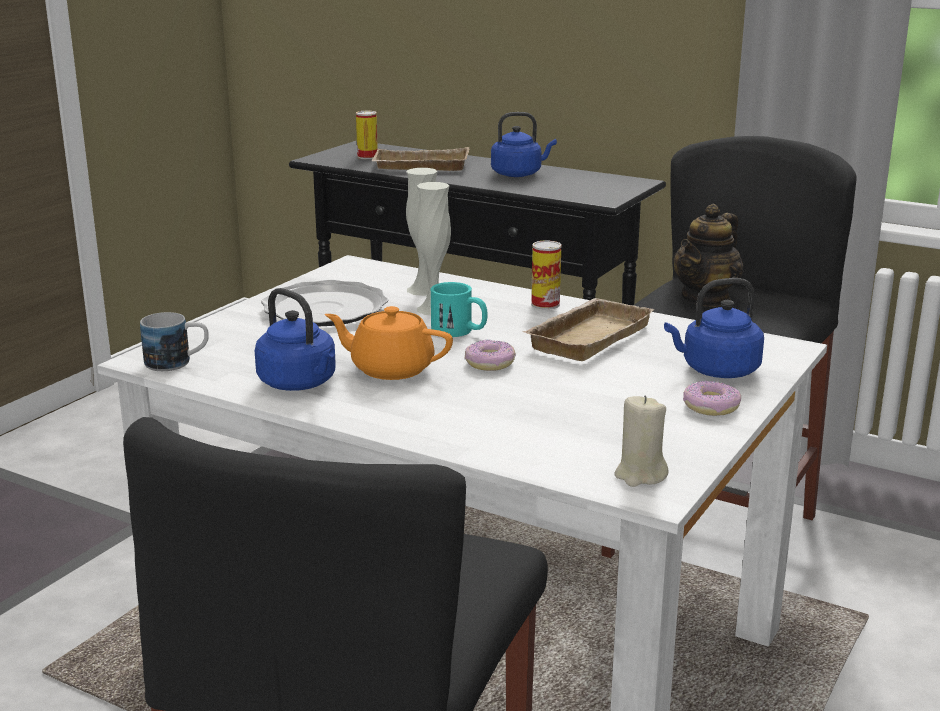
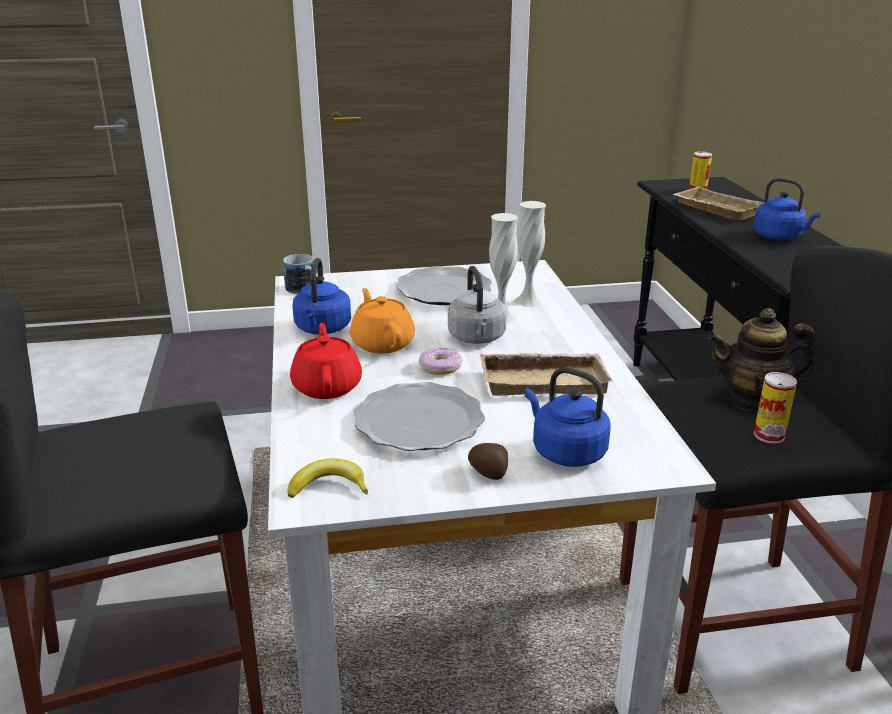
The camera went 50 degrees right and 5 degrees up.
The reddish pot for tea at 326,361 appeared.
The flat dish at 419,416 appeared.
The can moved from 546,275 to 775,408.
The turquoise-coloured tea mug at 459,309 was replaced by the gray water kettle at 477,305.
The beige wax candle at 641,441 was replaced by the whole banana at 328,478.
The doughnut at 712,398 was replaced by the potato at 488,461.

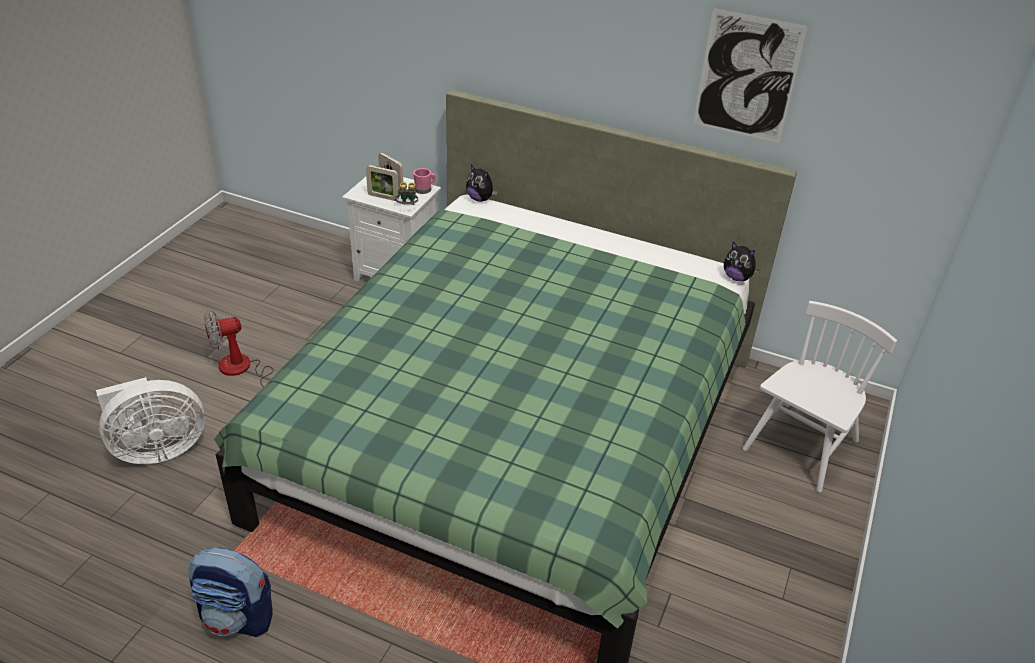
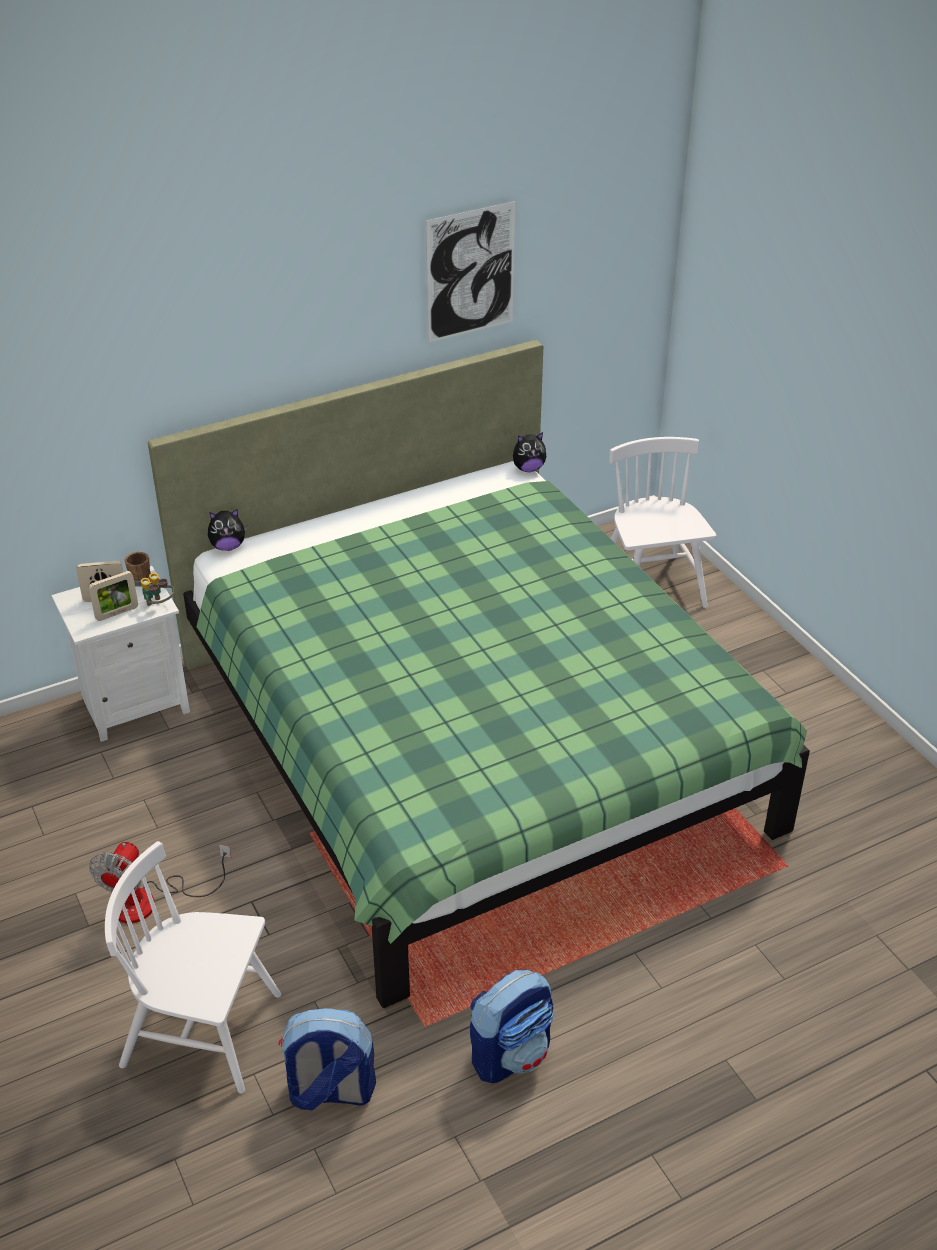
The camera went 50 degrees left and 0 degrees up.
The knapsack at 327,1059 appeared.
The white electric fan at 150,420 was replaced by the white plain chair at 193,967.
The pink-coloured tea mug at 424,181 became the brown tea mug at 137,569.

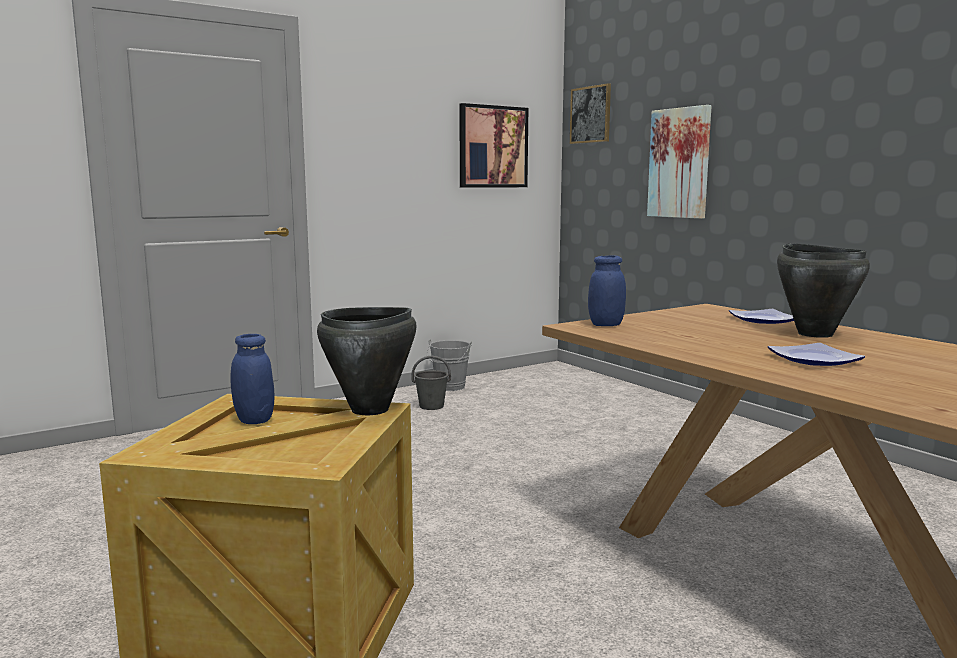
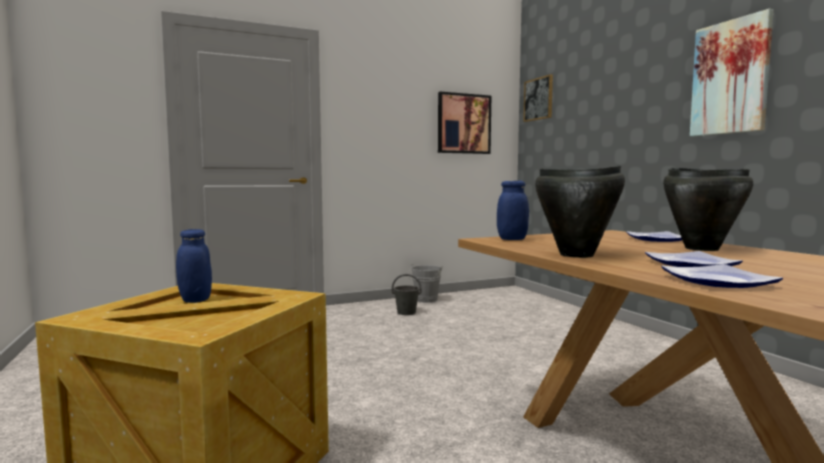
The camera went 10 degrees right and 5 degrees down.
The flat dish at 722,276 appeared.
The blackish stockpot moved from 367,361 to 580,211.
The wall art moved from 679,162 to 732,72.

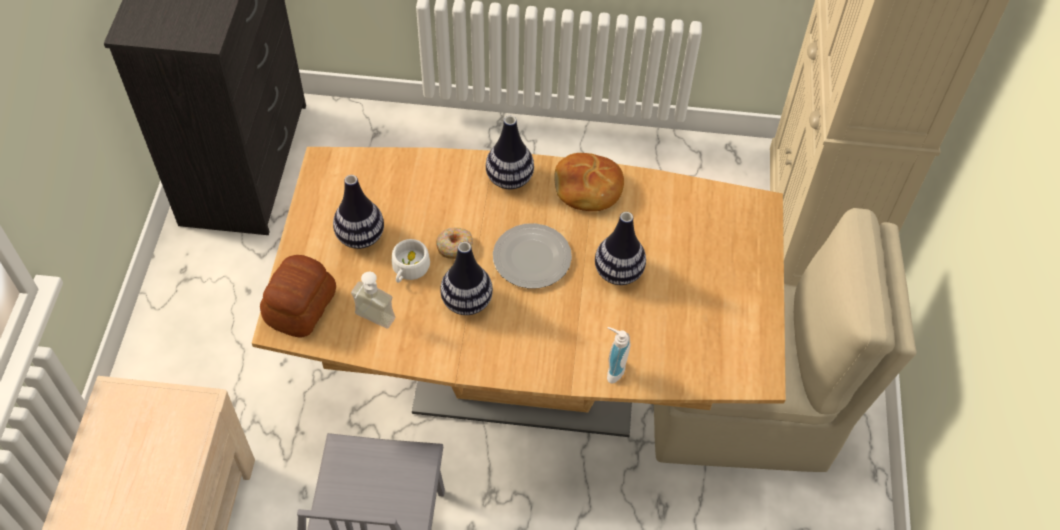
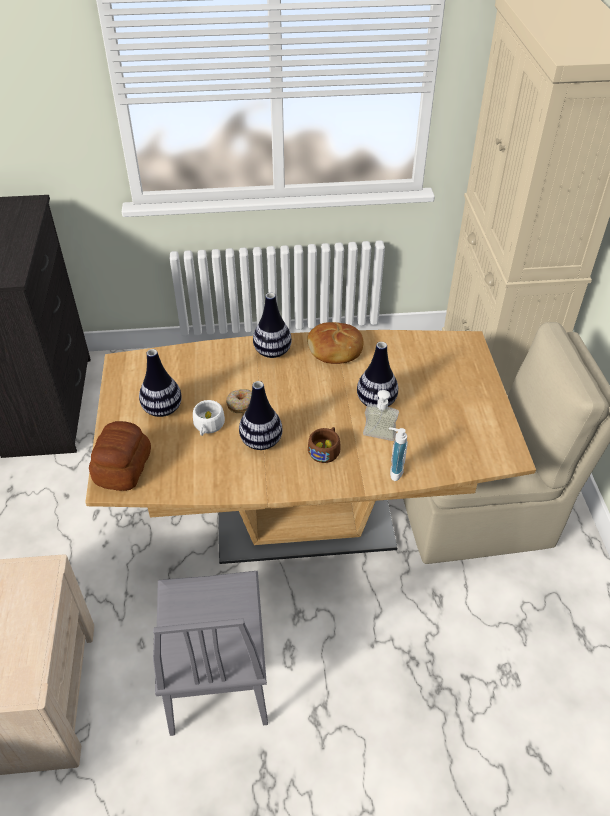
The camera went 10 degrees left and 10 degrees down.
The flat dish at 532,256 disappeared.
The brown cup at 324,445 appeared.
The soap bottle moved from 373,300 to 381,415.

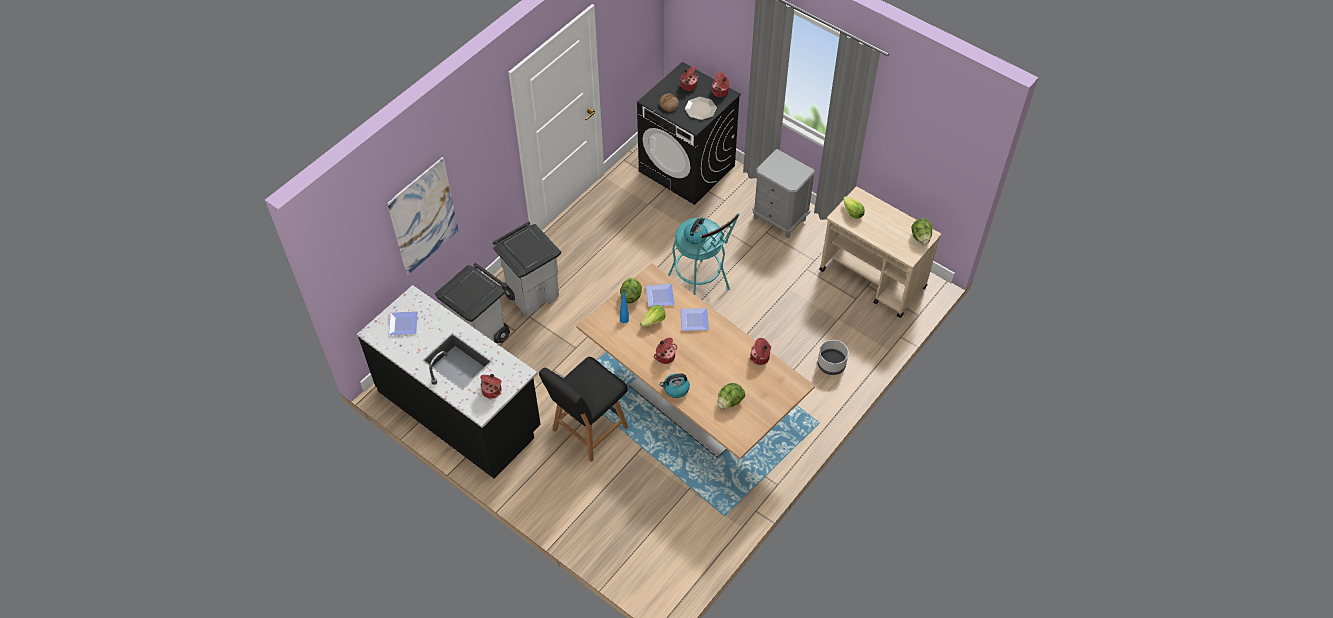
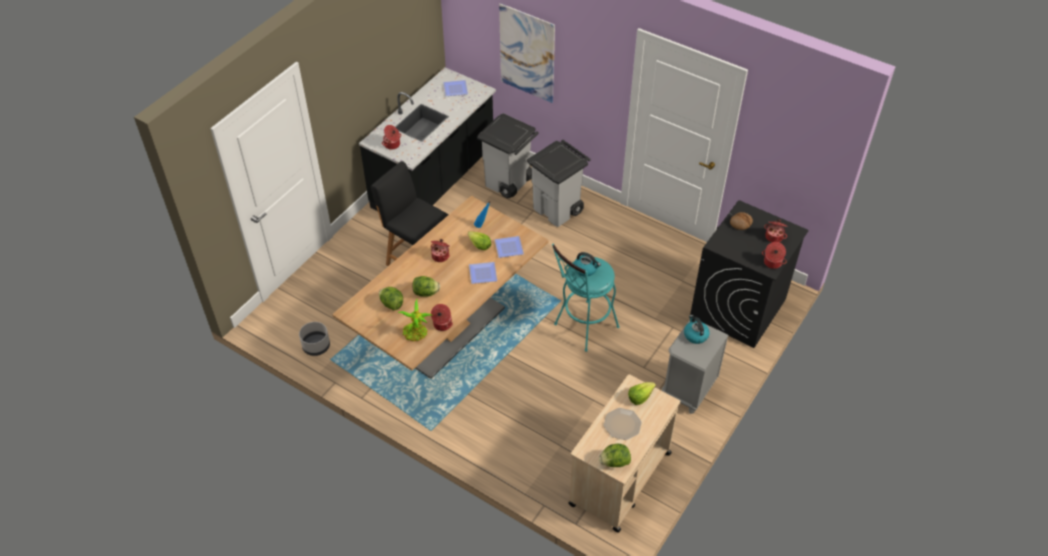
The camera went 85 degrees right and 5 degrees down.
The plant in a pot at 415,320 appeared.
The lettuce moved from 631,290 to 426,286.
The water kettle moved from 675,385 to 697,329.
The flat dish moved from 701,108 to 623,424.
The gray planter moved from 833,357 to 314,339.

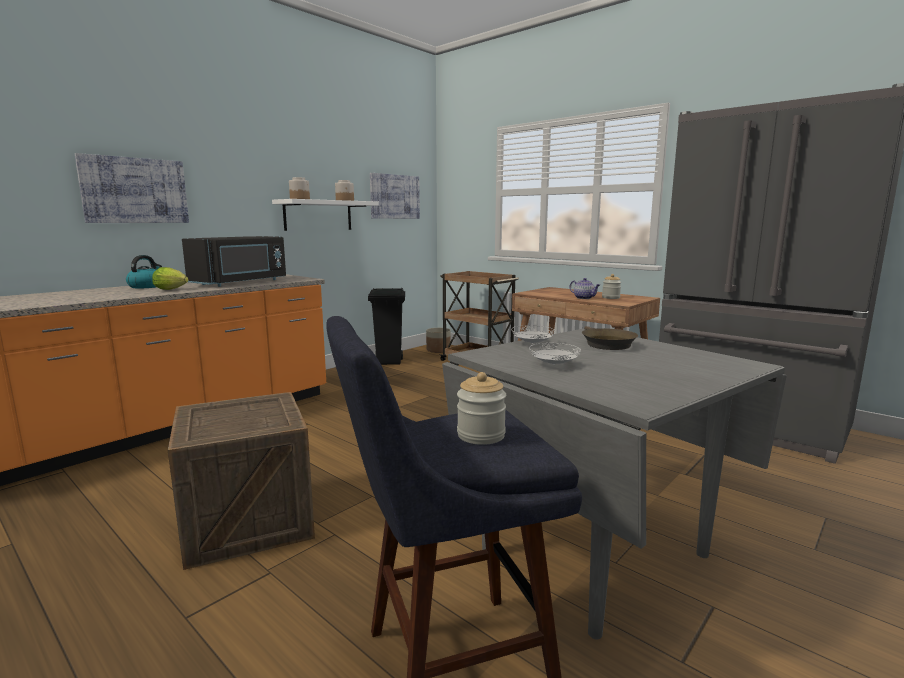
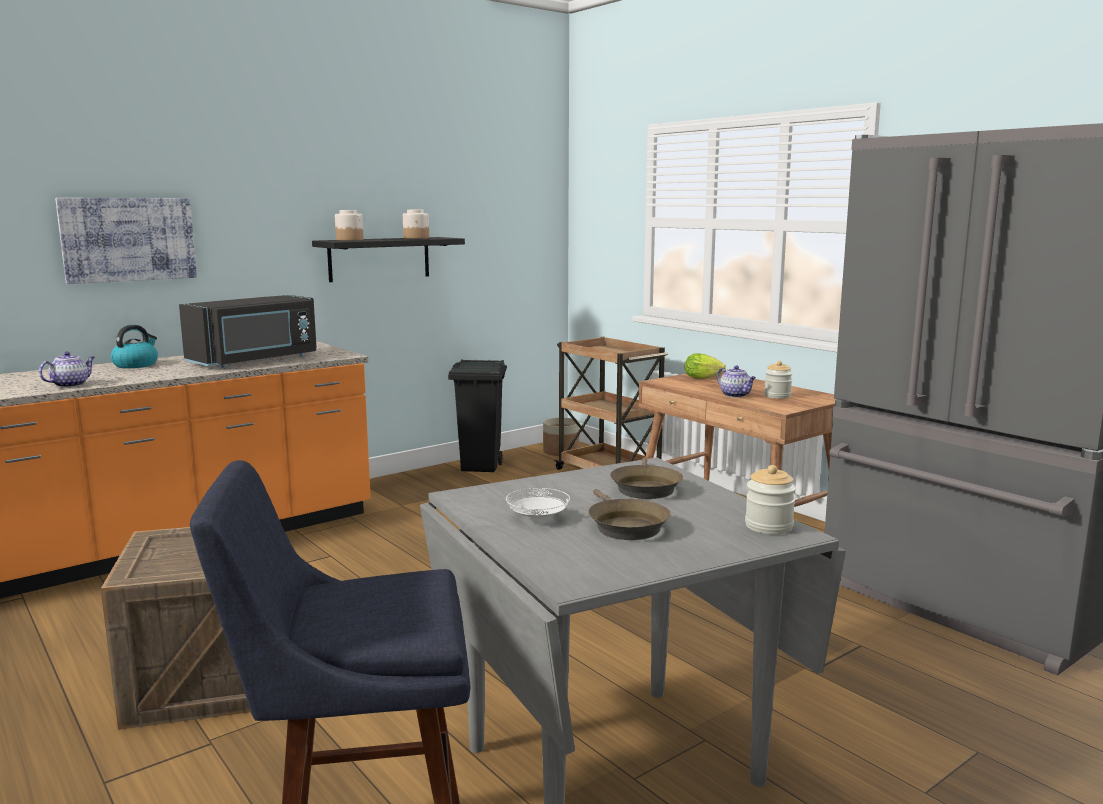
The camera went 10 degrees right and 0 degrees up.
The wall art at 395,196 disappeared.
The white flat dish at 533,334 disappeared.
The pot for tea at 66,370 appeared.
The brown pan at 629,514 appeared.
The lettuce moved from 170,278 to 705,366.
The storage jar moved from 481,408 to 770,499.
The white bracket shelf at 325,215 became the blackish bracket shelf at 388,259.

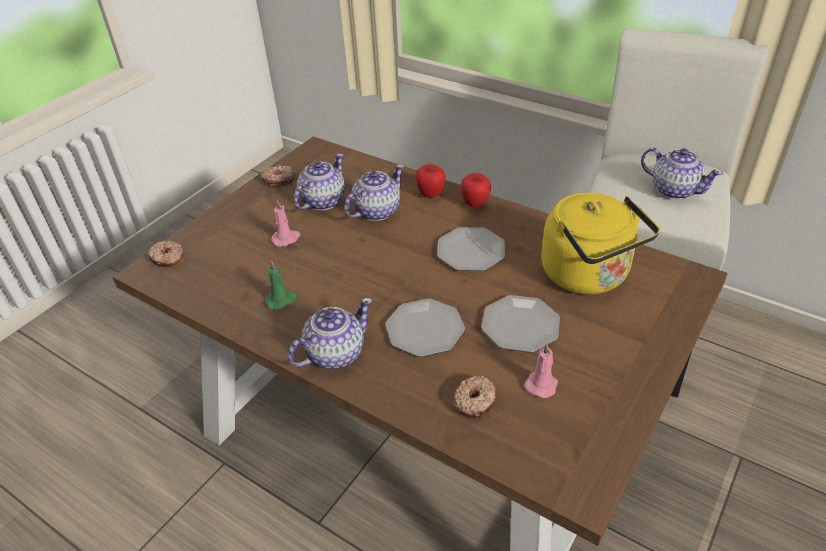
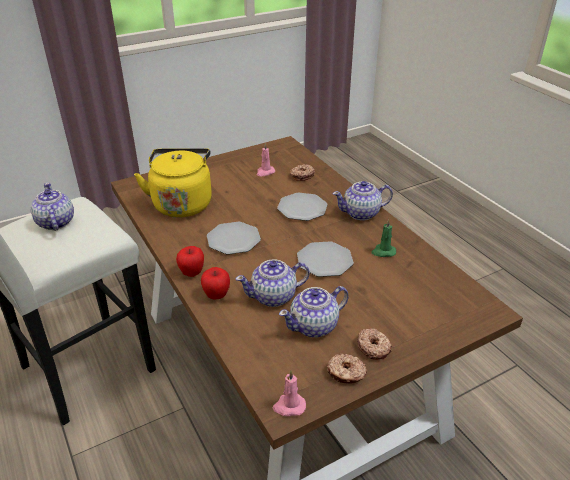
The camera went 155 degrees left and 5 degrees down.
The doughnut moved from 166,253 to 374,344.
The pink-coloured wax candle moved from 285,223 to 289,393.
The flat dish moved from 520,323 to 325,259.

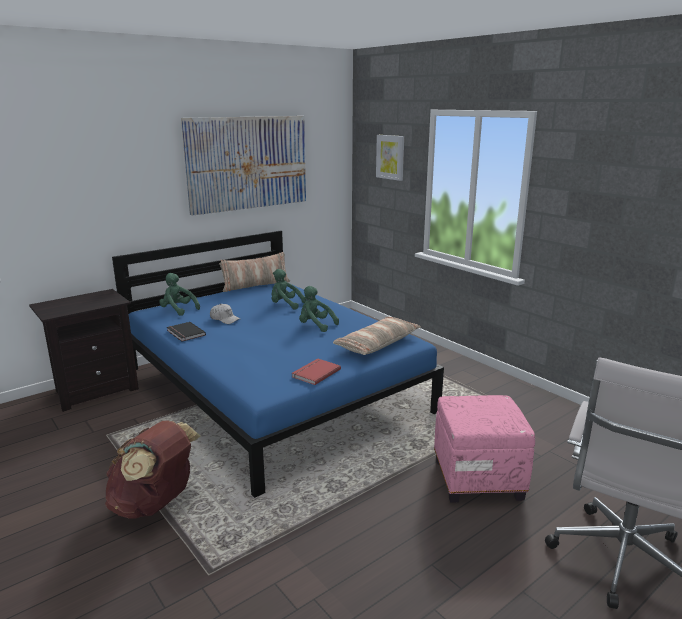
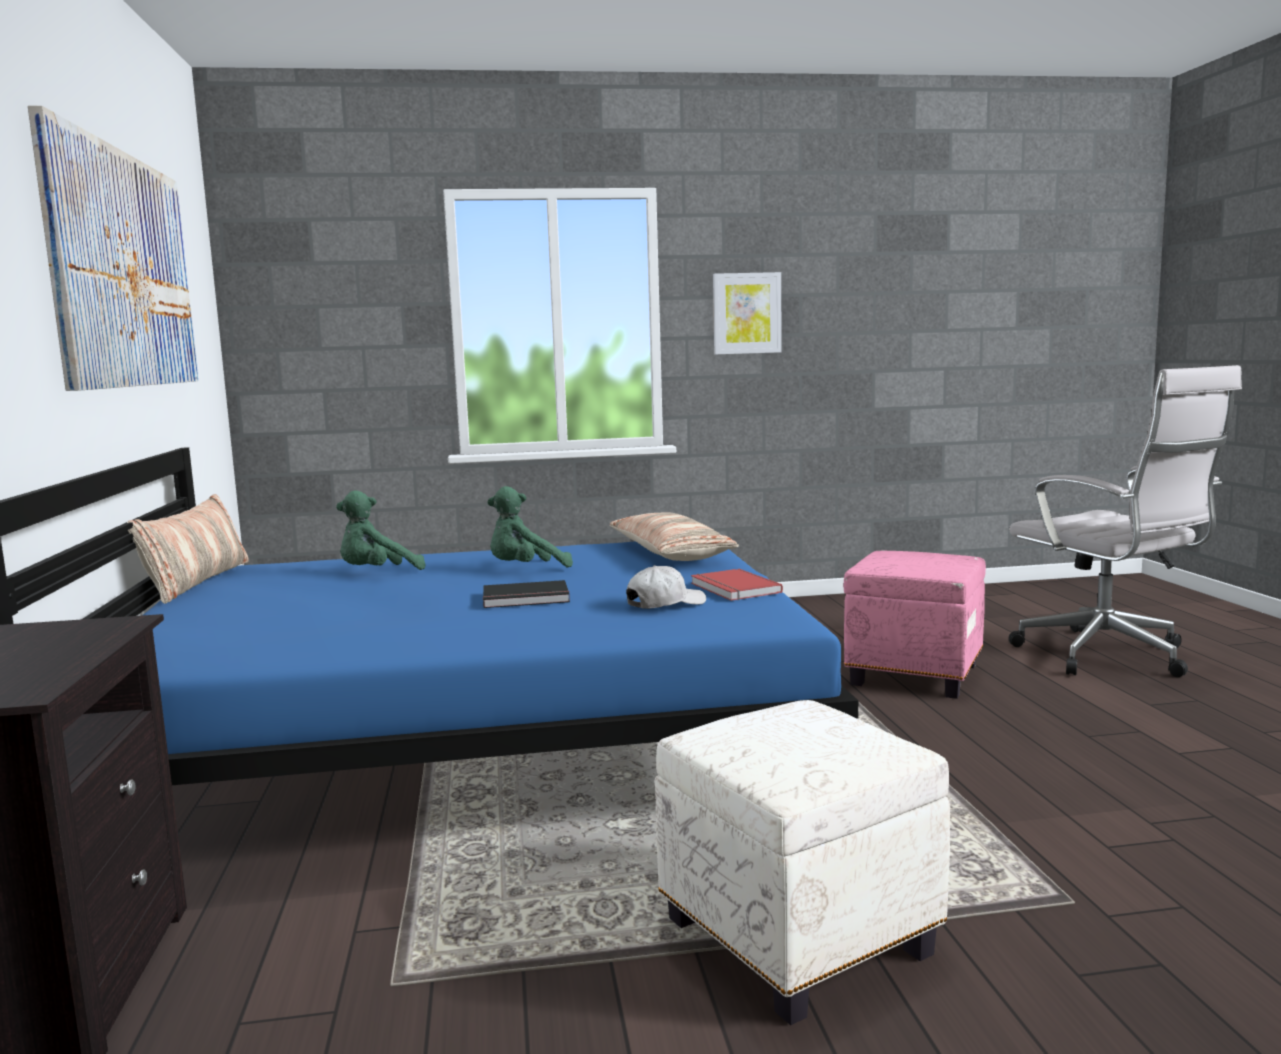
The camera went 60 degrees left and 10 degrees down.
The greenish soft toy at 179,294 disappeared.
The blackish bound book moved from 186,332 to 526,594.
The white peaked cap moved from 225,314 to 666,587.
The wall art moved from 390,158 to 747,313.
The brown knapsack at 153,469 was replaced by the white footrest at 802,862.

